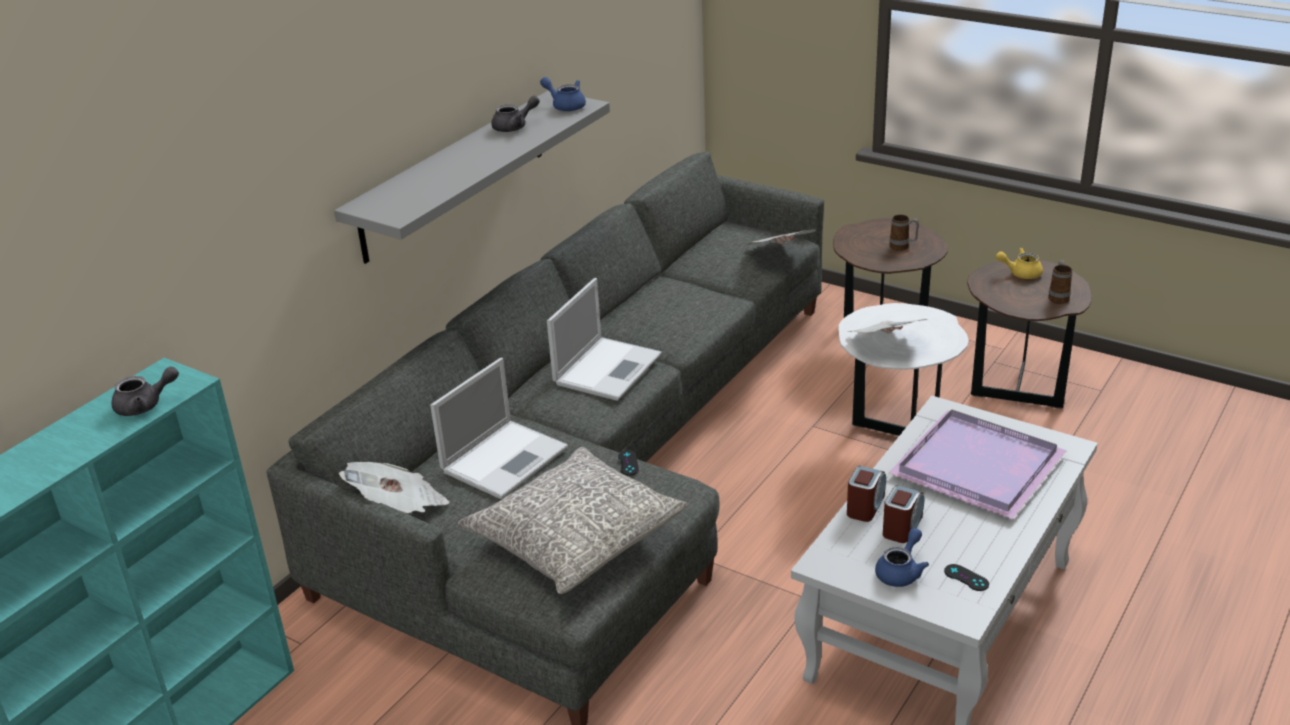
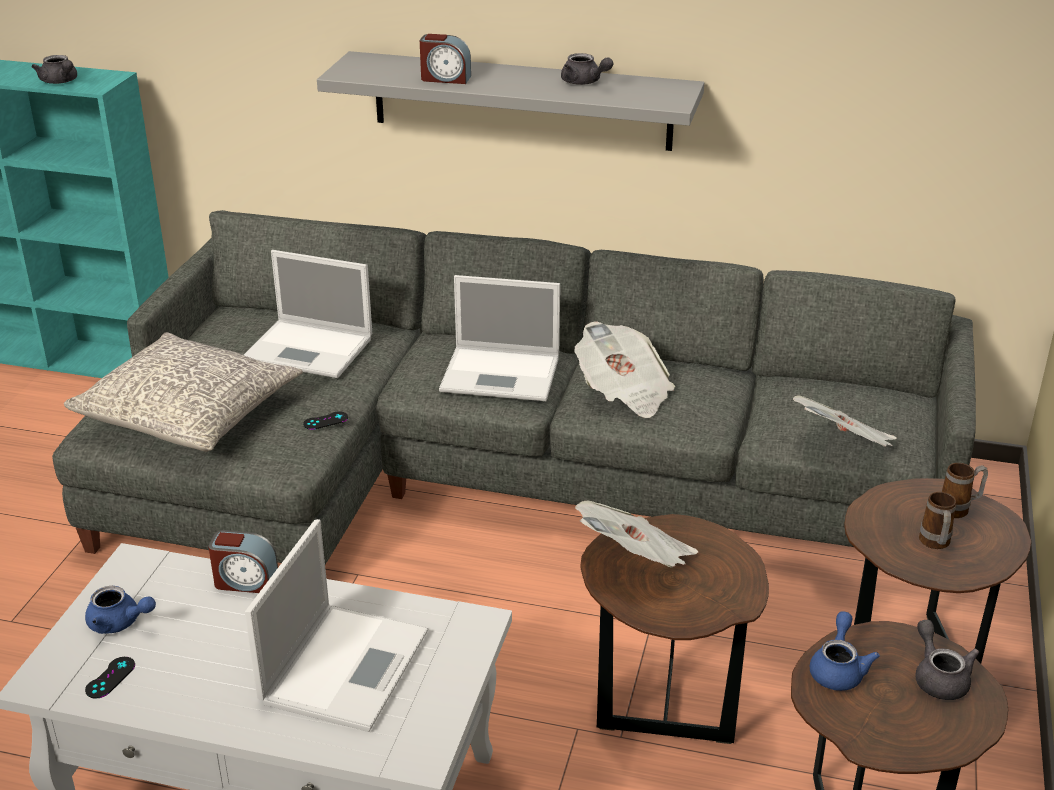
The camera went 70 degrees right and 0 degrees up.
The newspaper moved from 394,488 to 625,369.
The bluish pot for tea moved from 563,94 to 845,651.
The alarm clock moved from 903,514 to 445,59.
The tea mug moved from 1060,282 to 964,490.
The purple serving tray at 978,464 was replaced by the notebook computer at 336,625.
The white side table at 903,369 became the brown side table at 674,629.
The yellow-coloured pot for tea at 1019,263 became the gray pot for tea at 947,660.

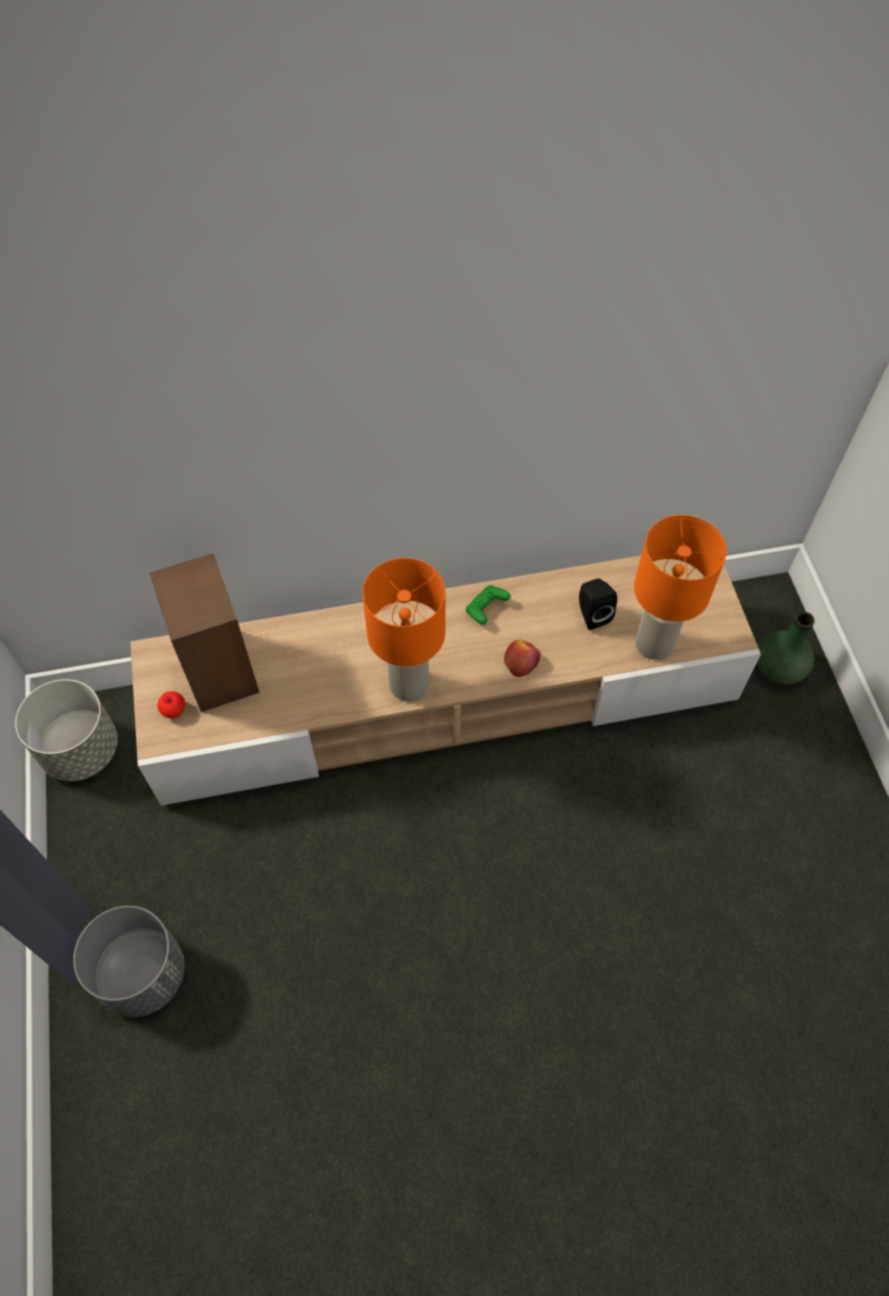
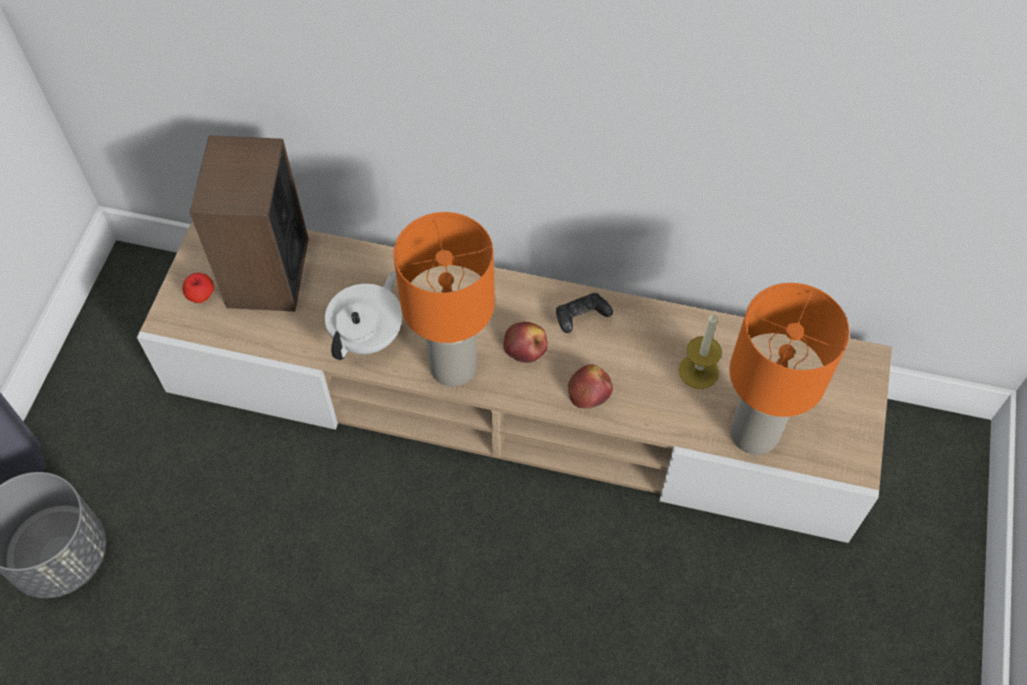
The camera went 25 degrees right and 0 degrees up.
The gray planter at 66,730 disappeared.
The greenish vase at 786,647 disappeared.
The white pot for tea at 363,316 appeared.
The apple fruit at 526,342 appeared.
The blackish loudspeaker at 598,604 was replaced by the wax candle at 700,351.
The greenish gamepad at 488,604 became the blackish gamepad at 584,313.

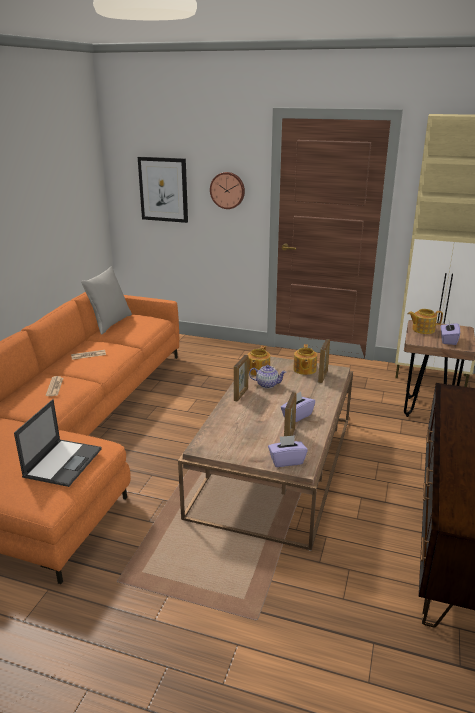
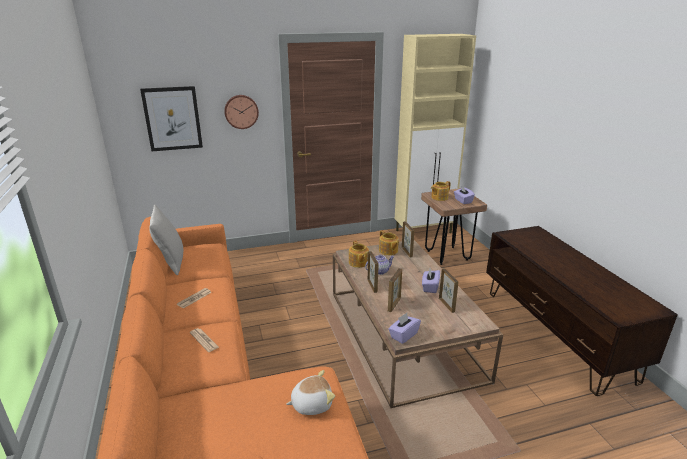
The camera went 35 degrees left and 0 degrees up.
The standing frame at 395,290 appeared.
The purple tissue holder moved from 288,451 to 404,328.
The notebook computer at 57,443 was replaced by the soft toy at 310,392.

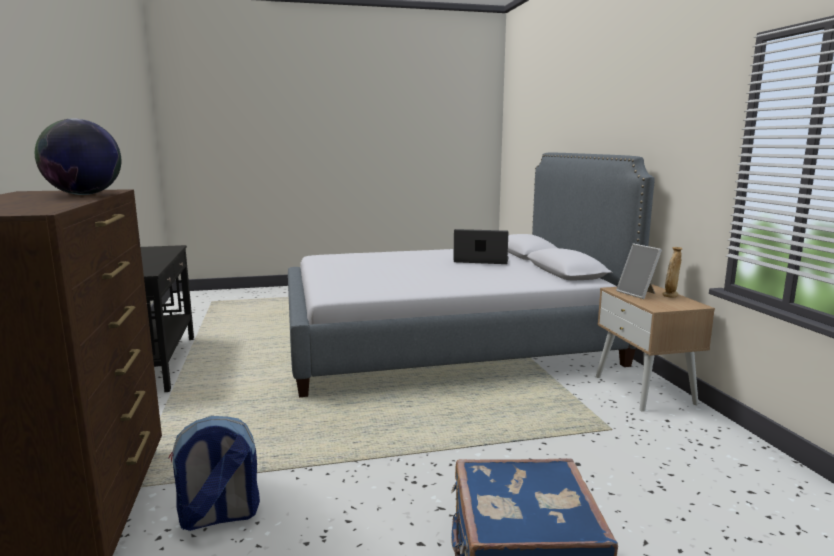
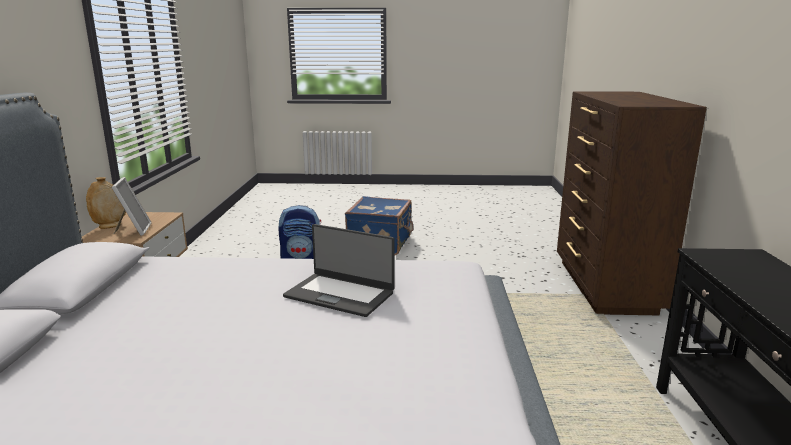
The camera went 165 degrees left and 5 degrees up.
The globe at 78,156 disappeared.
The knapsack moved from 214,473 to 299,232.
The notebook computer moved from 481,246 to 339,270.

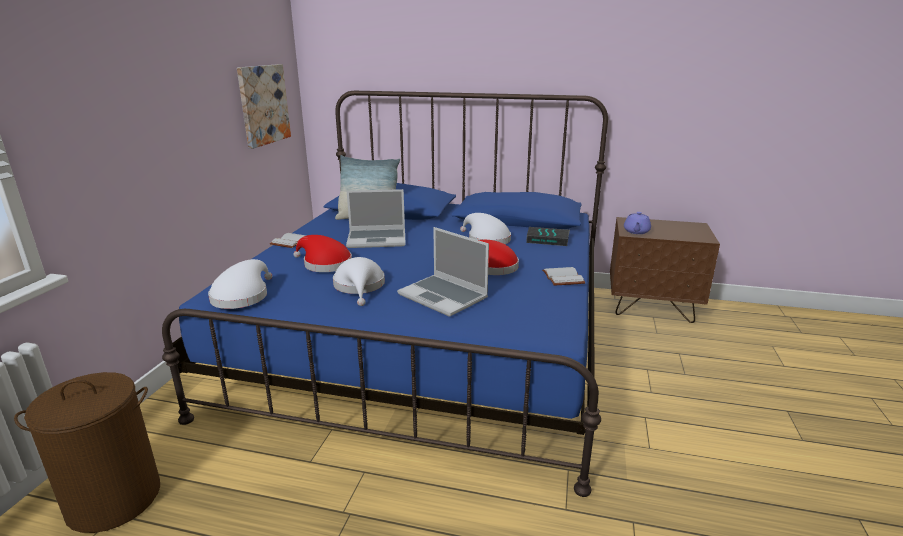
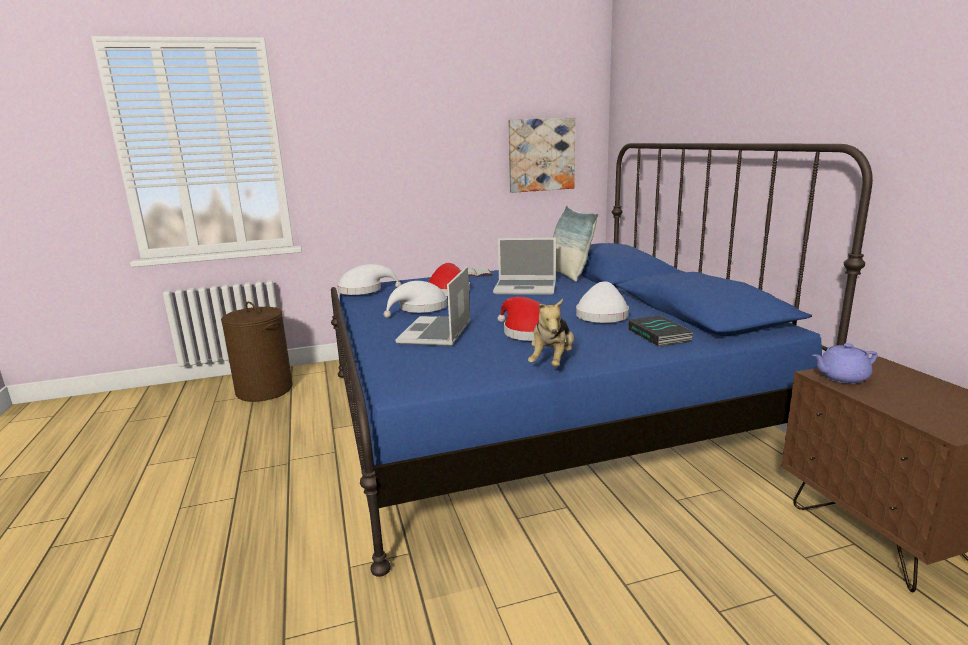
The camera went 60 degrees right and 5 degrees down.
The white bound book at 564,276 was replaced by the soft toy at 551,333.
The notebook computer at 376,218 turned 45 degrees counterclockwise.

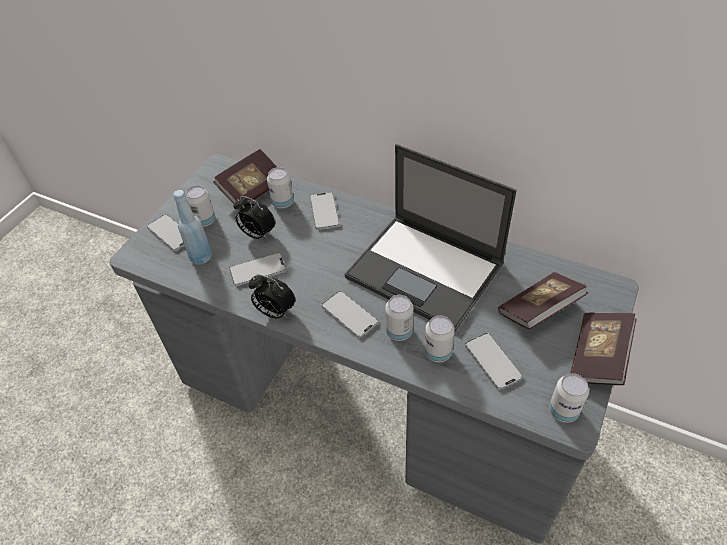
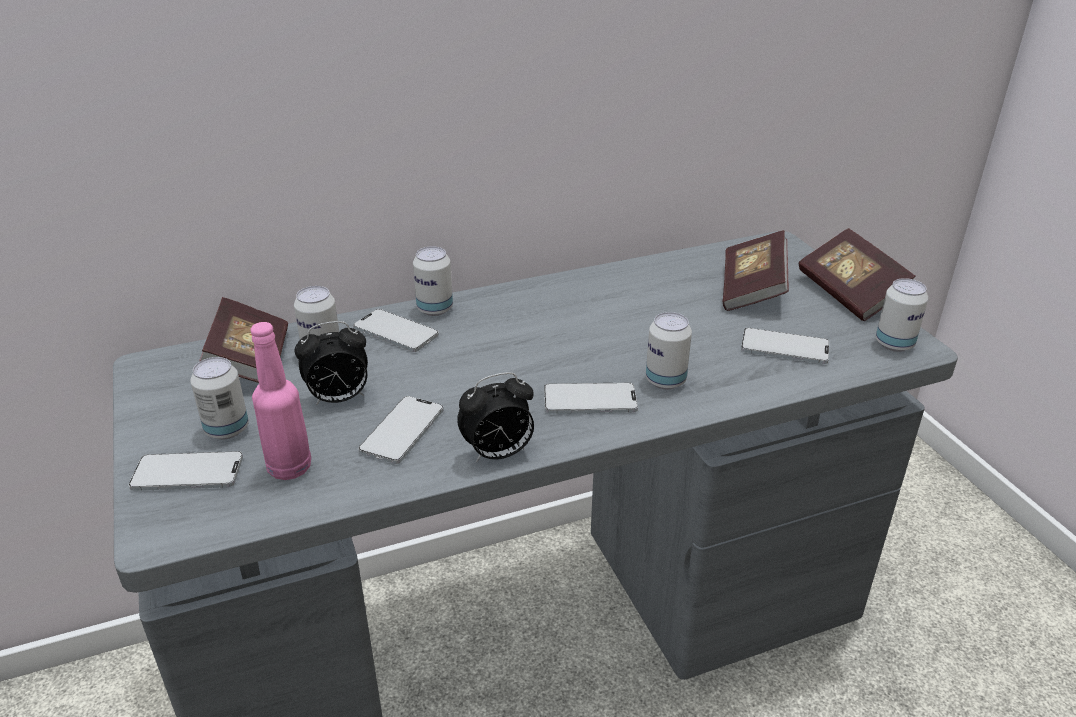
The camera went 50 degrees left and 15 degrees down.
The notebook computer at 430,238 disappeared.
The can moved from 439,338 to 433,281.
The bluish bottle at 192,227 became the pink-coloured bottle at 281,401.

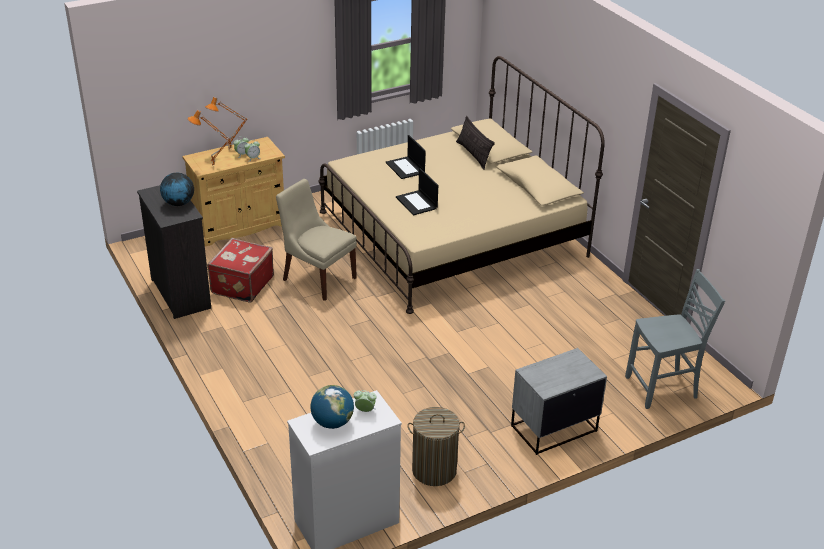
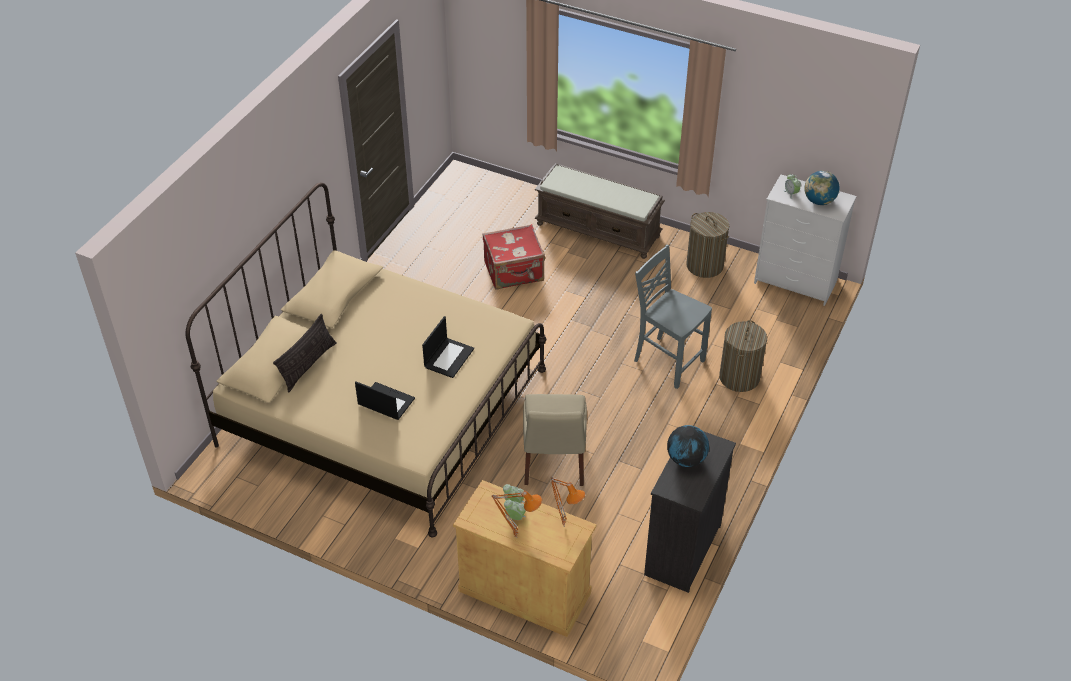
The camera went 125 degrees left and 10 degrees up.
The hamper at 743,356 appeared.
The reddish travel case moved from 240,270 to 513,257.
The gray plain chair moved from 675,339 to 673,316.
The gray nightstand at 559,401 was replaced by the brown indoor bench at 600,211.
The notebook computer at 406,157 turned 90 degrees counterclockwise.

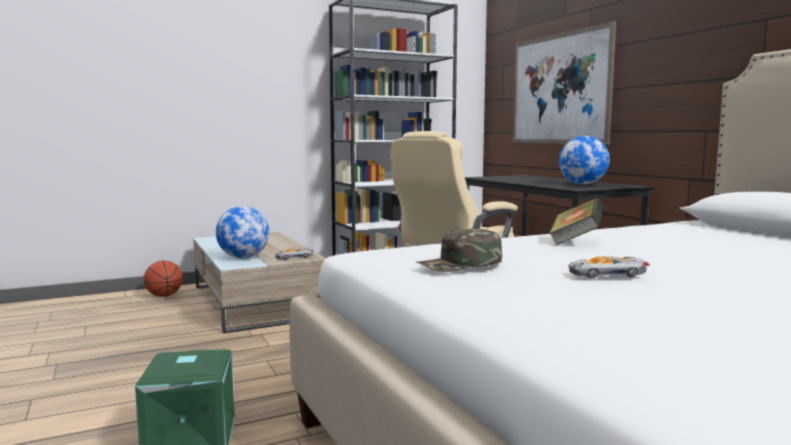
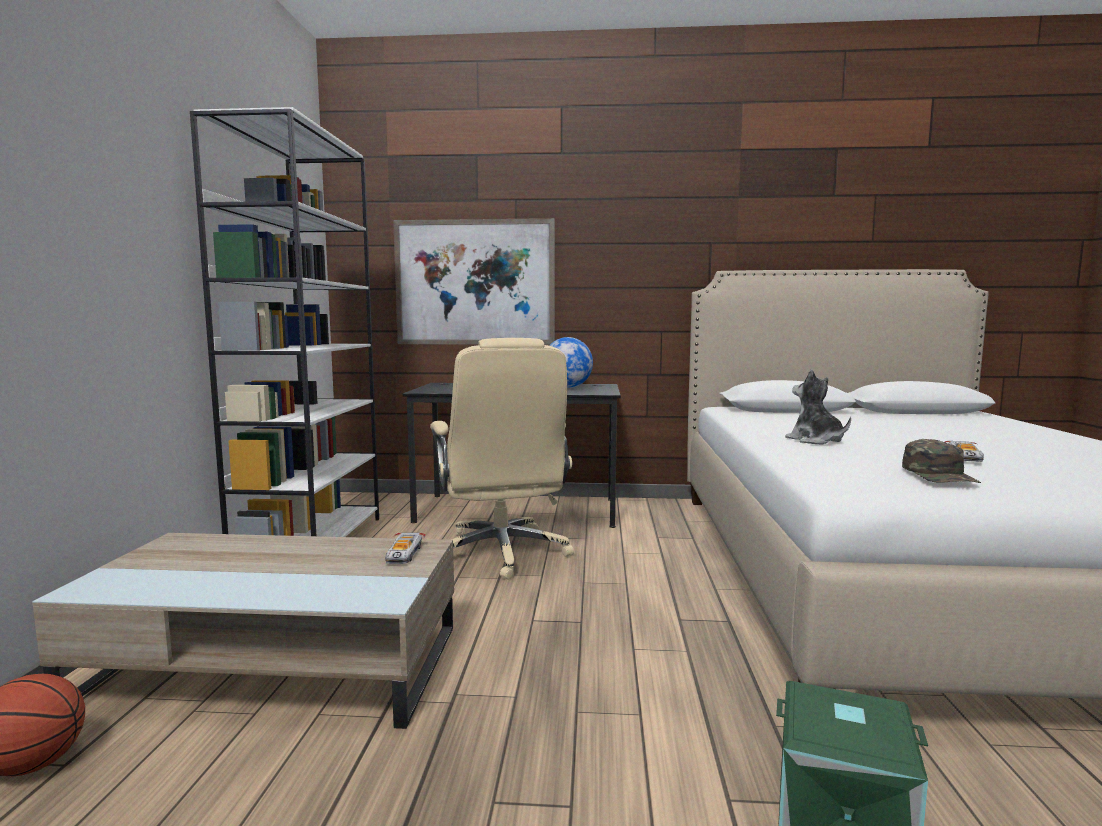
The camera went 60 degrees left and 0 degrees up.
The globe at 242,232 disappeared.
The bound book at 576,222 was replaced by the soft toy at 818,406.

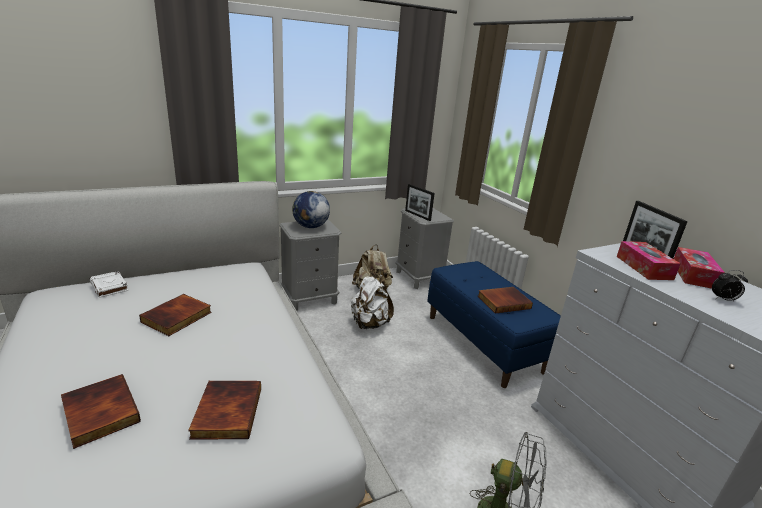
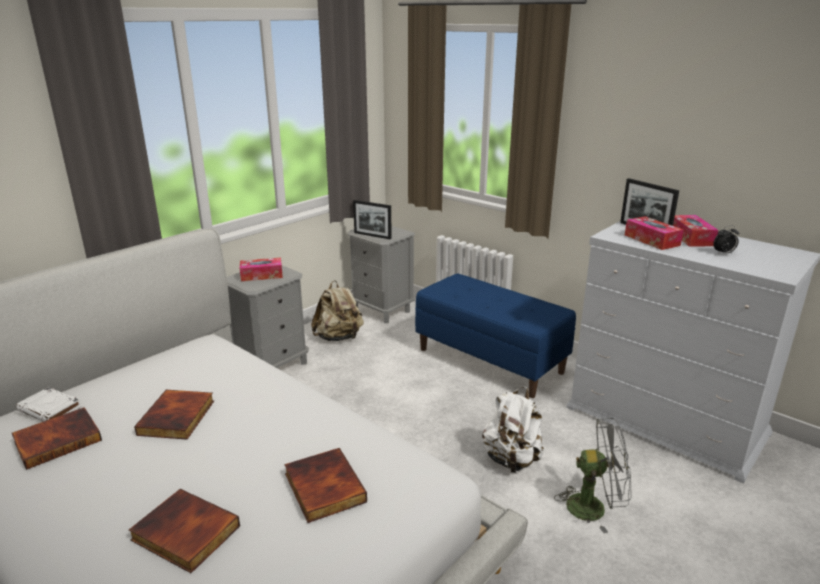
The camera went 20 degrees left and 0 degrees up.
The white knapsack moved from 372,302 to 513,430.
The bound book moved from 505,300 to 57,438.
The globe at 311,209 was replaced by the tissue holder at 261,269.

